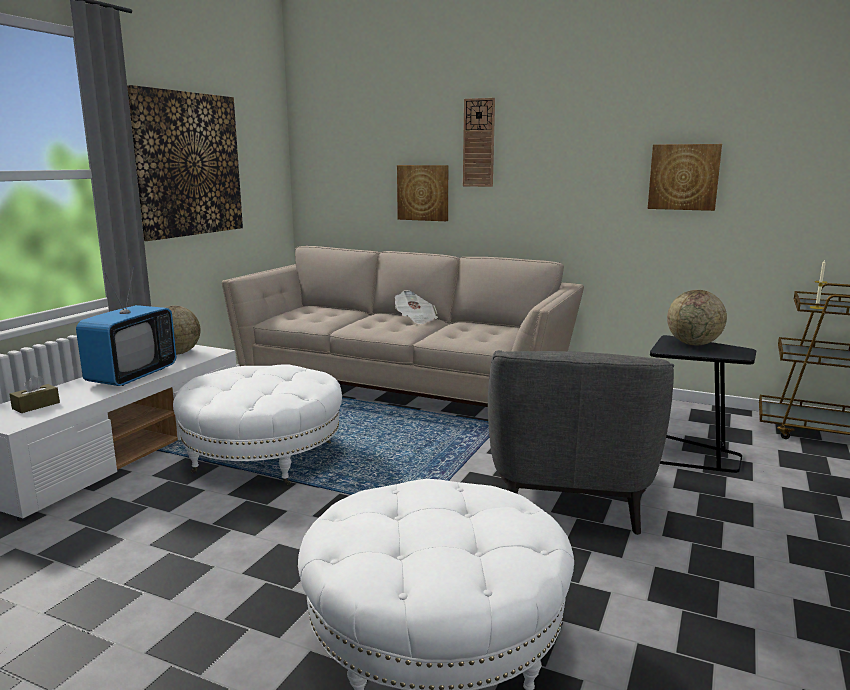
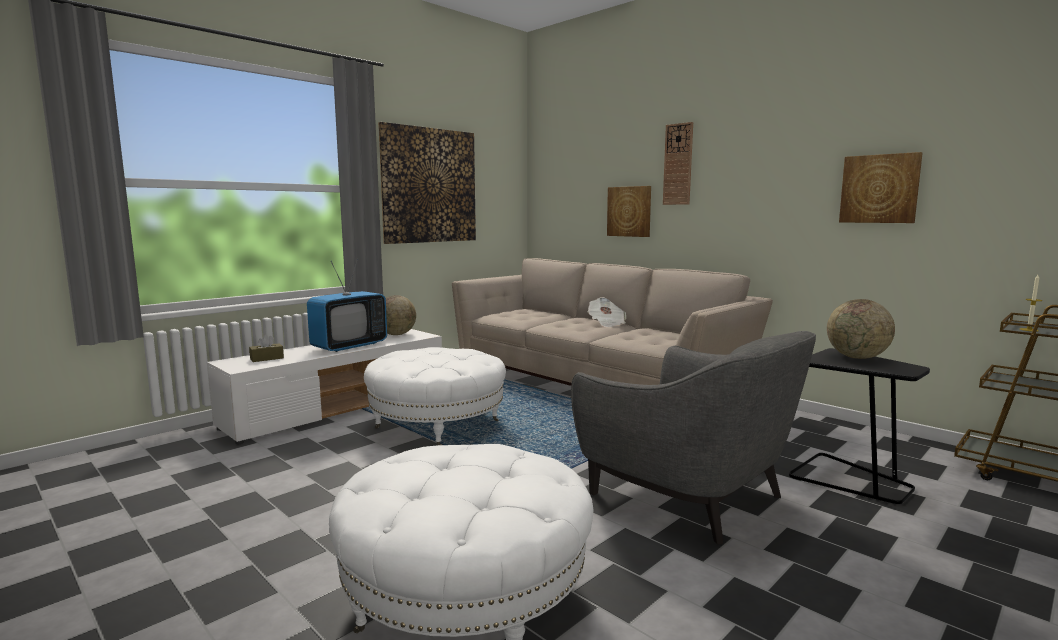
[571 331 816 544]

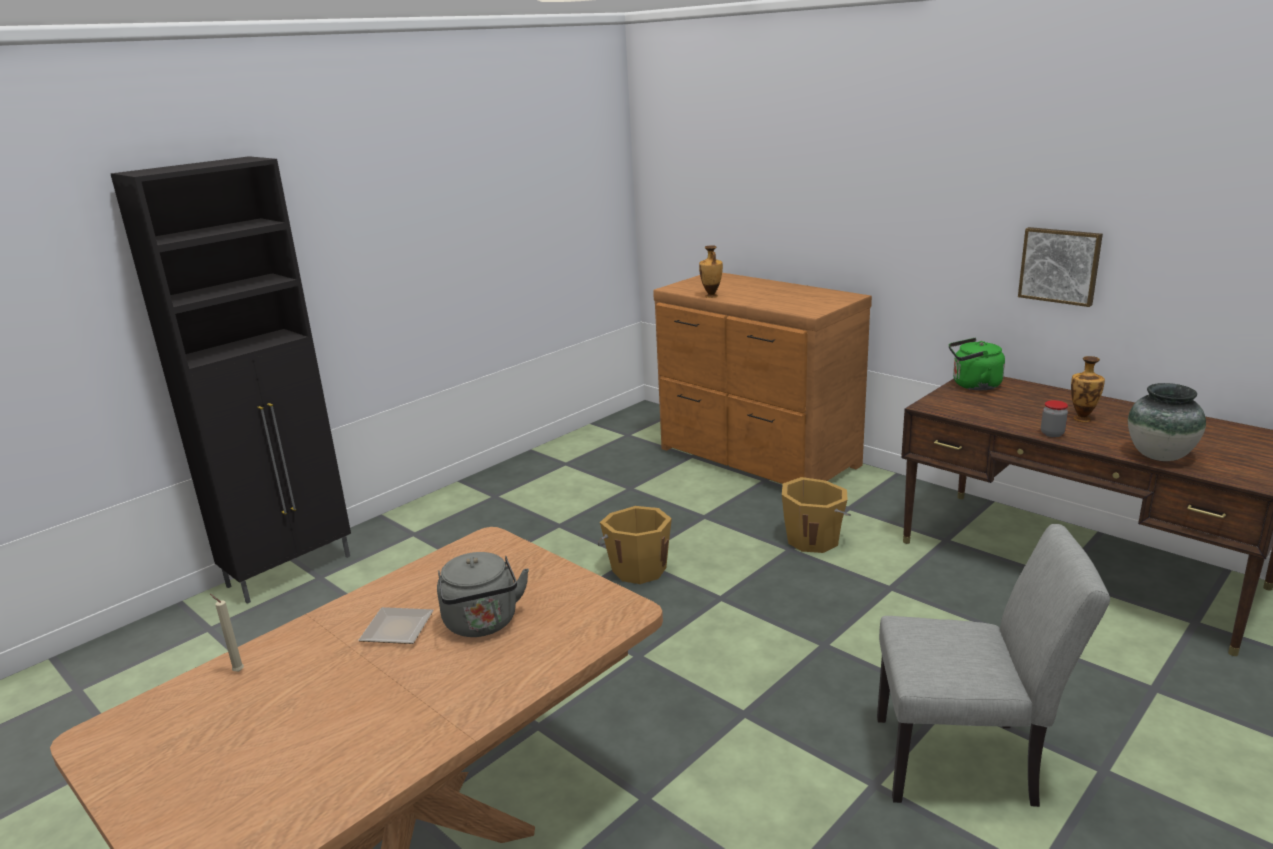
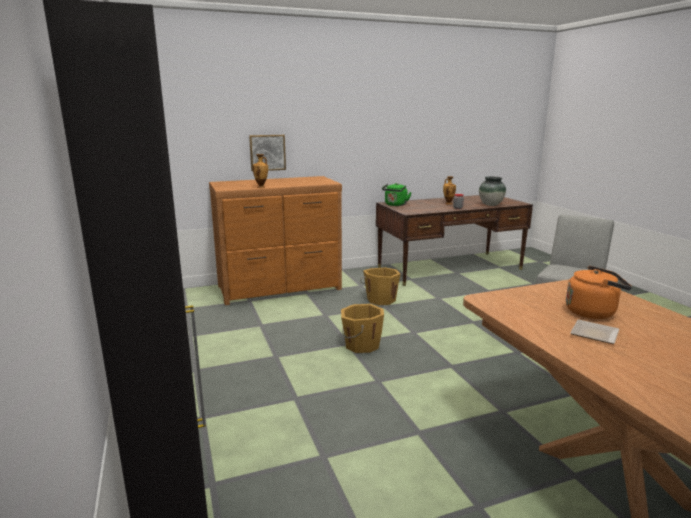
[210 594 244 672] (first image)
[249 135 286 171]
[566 266 632 319]

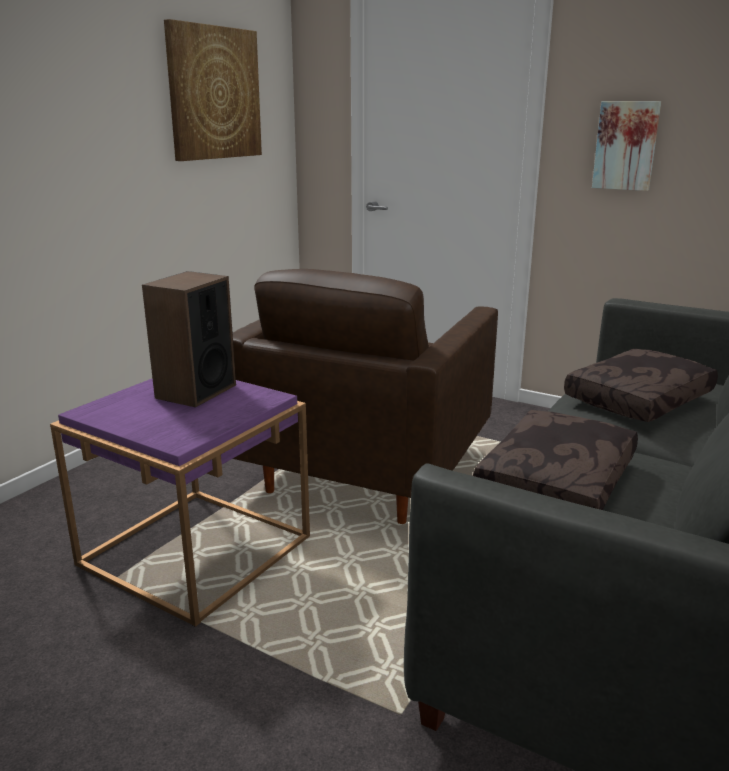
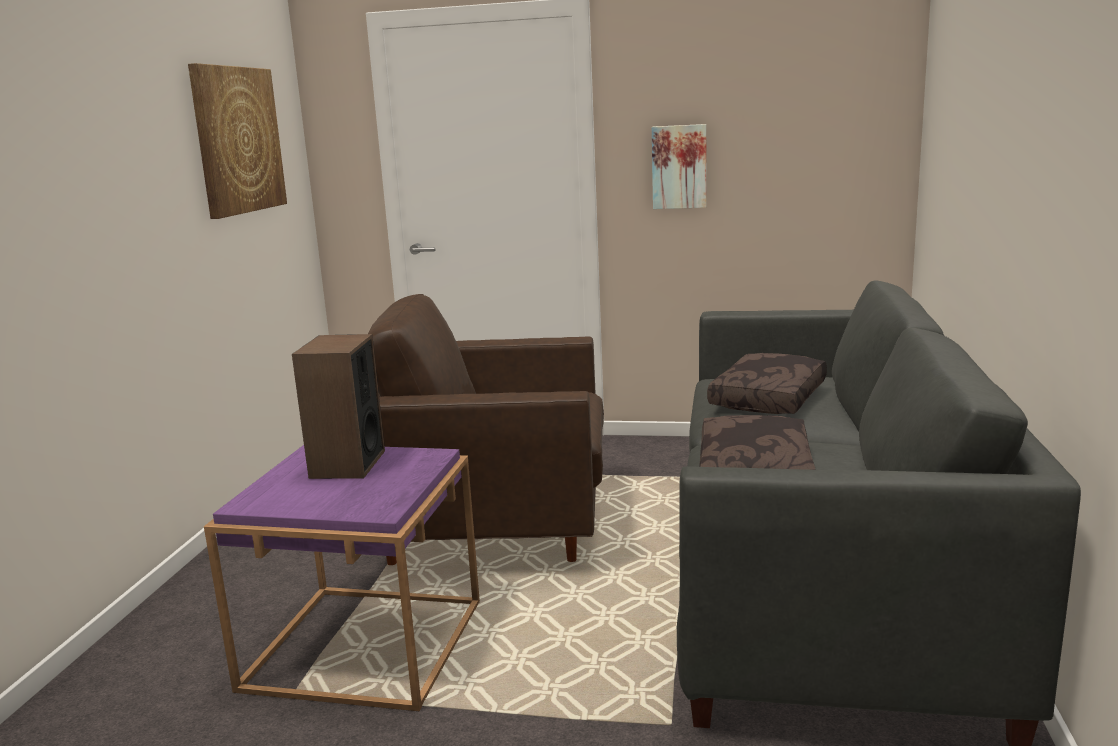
[368 294 604 565]

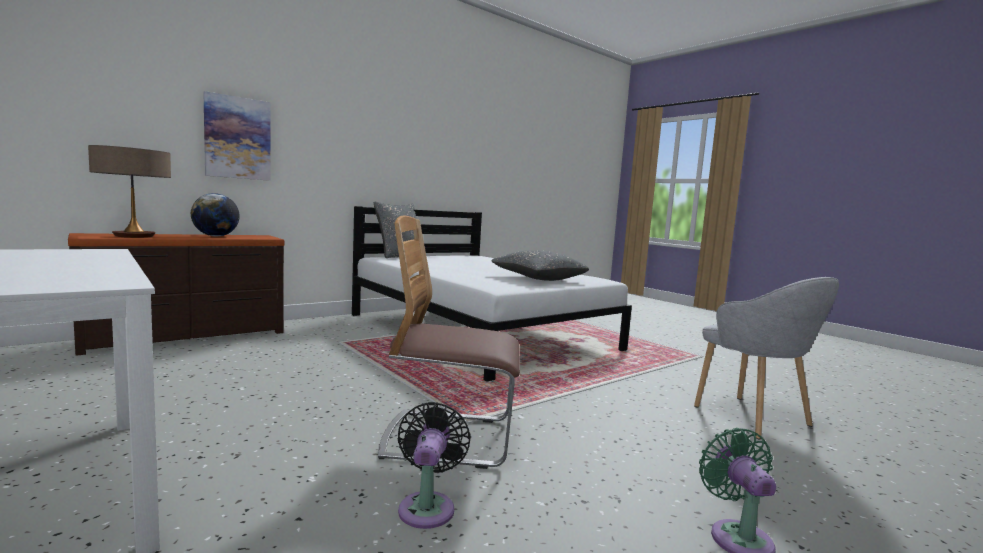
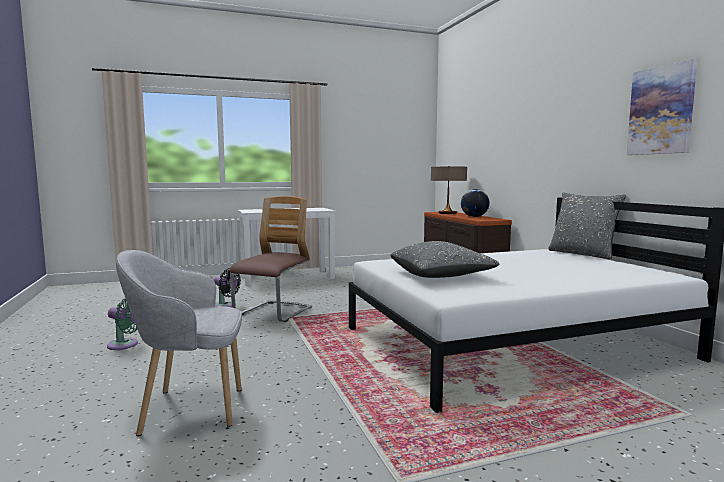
[627 59 698 155]

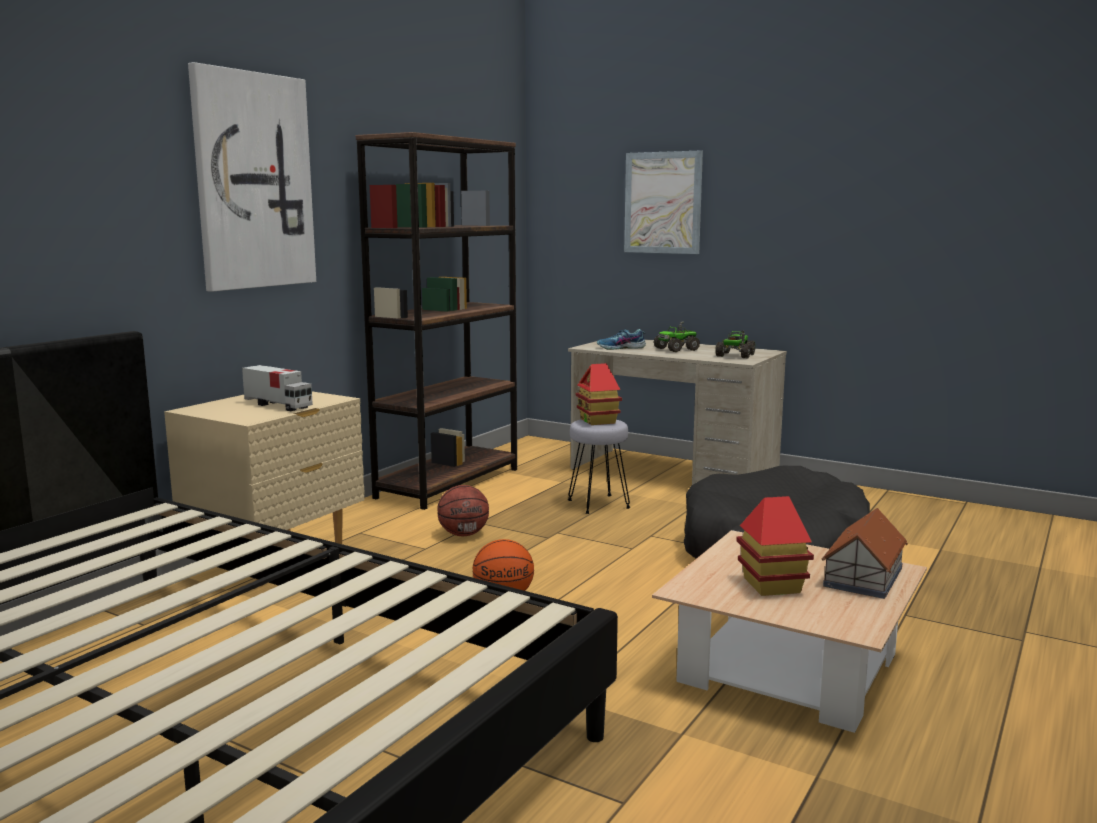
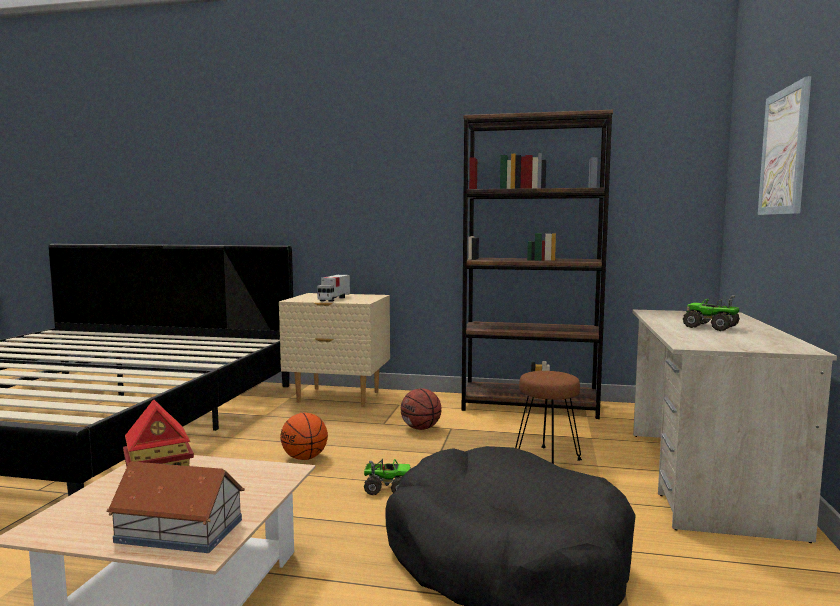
[188 62 316 292] (first image)
[575 363 622 425] (first image)
[597 329 646 350] (first image)
[364 459 411 495]
[515 371 582 464]

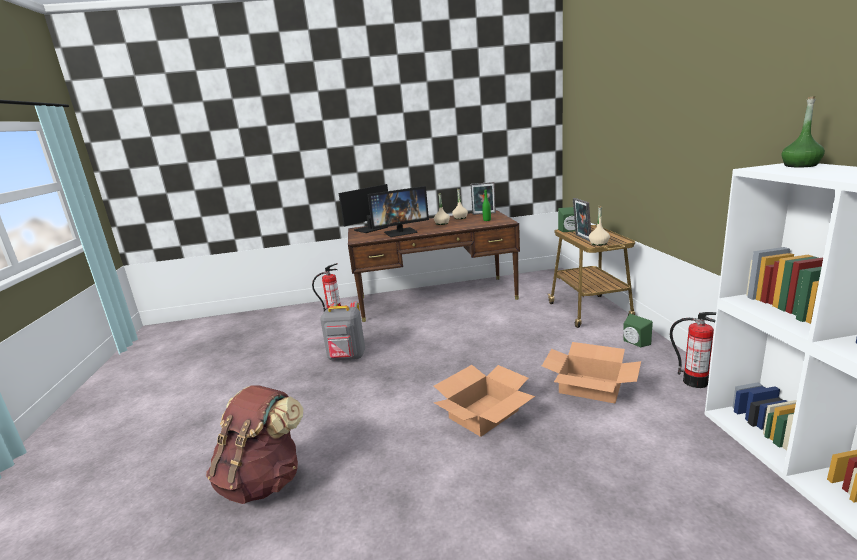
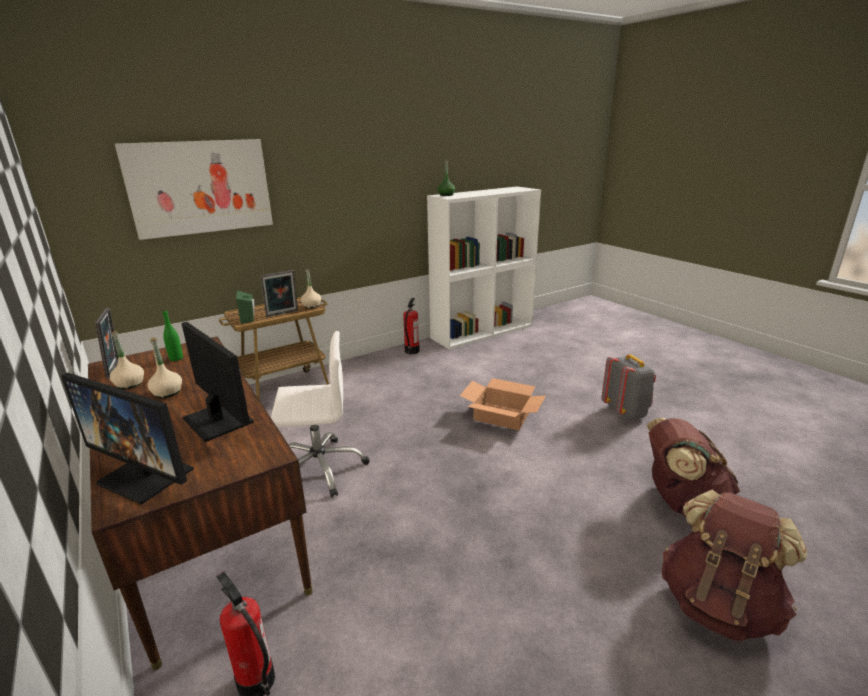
[542 342 641 403] (first image)
[623 314 653 347] (first image)
[115 139 273 240]
[271 331 370 497]
[662 490 807 641]
[601 354 656 420]

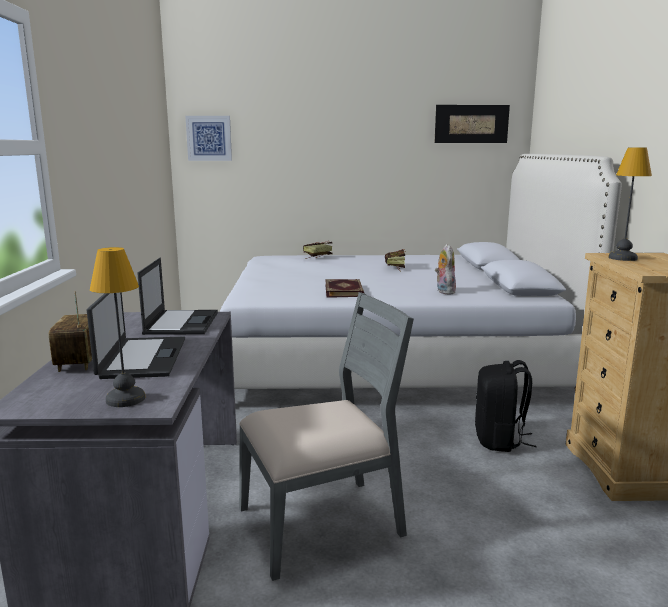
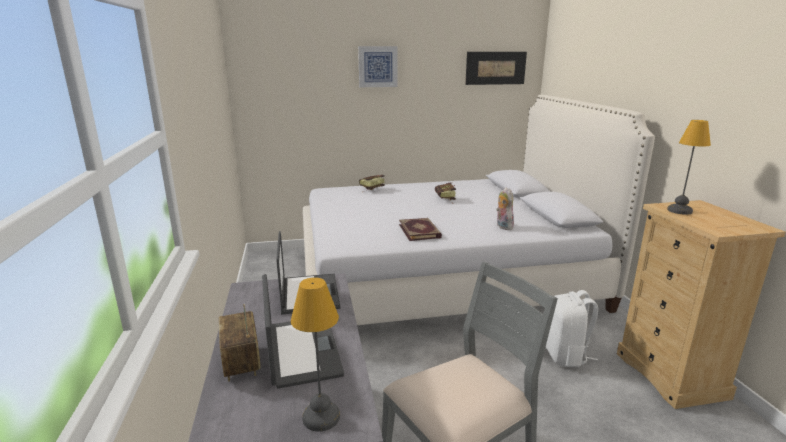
[358 46 398 87]
[546 290 598 367]

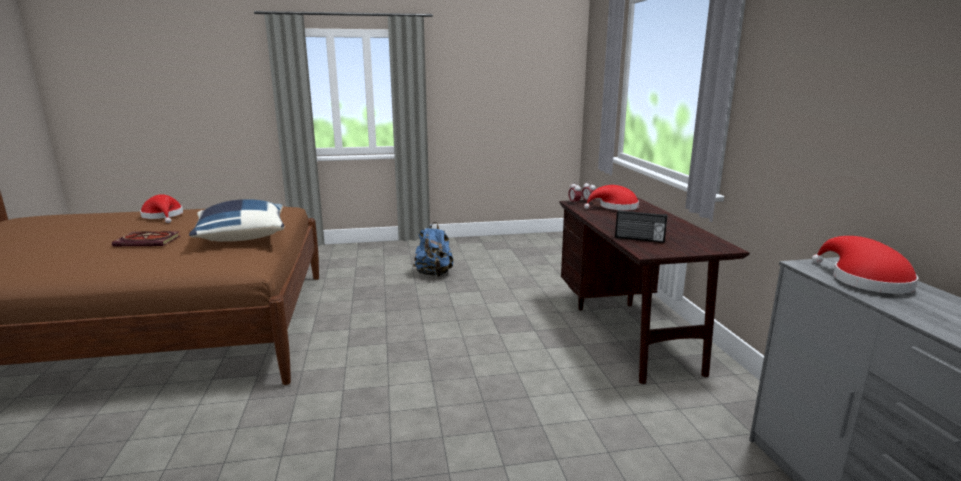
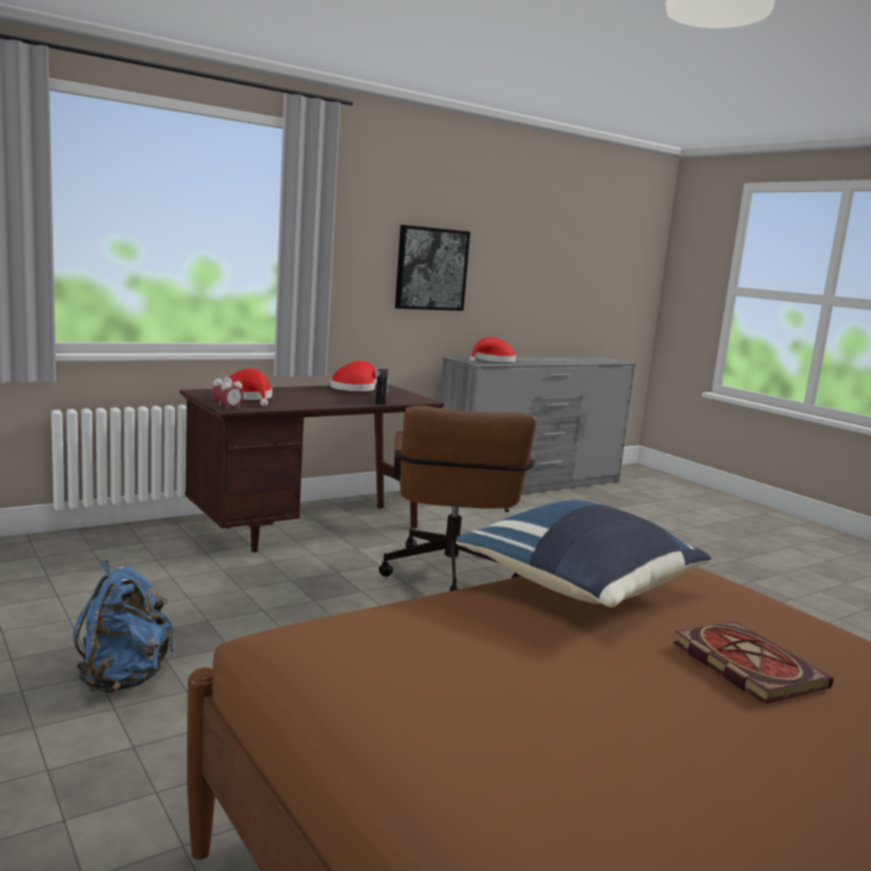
[379 405 536 591]
[395 225 470 311]
[330 361 377 391]

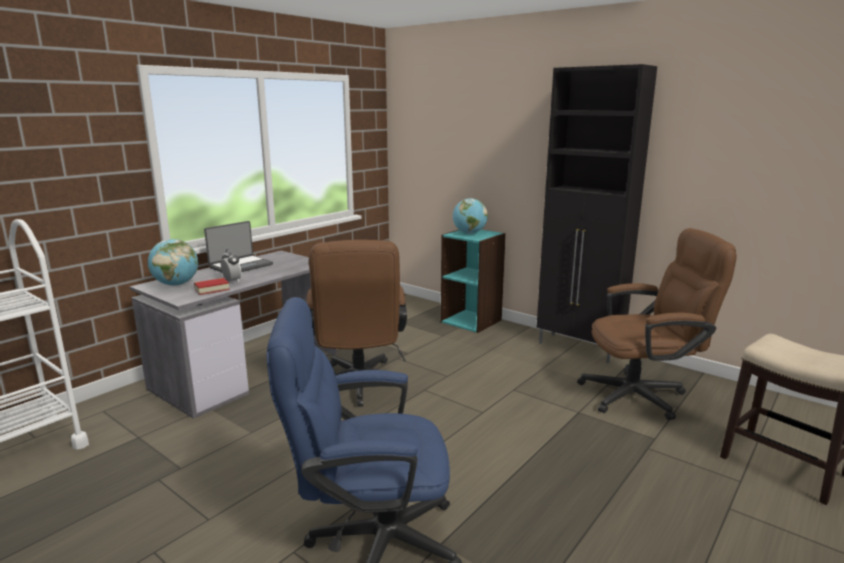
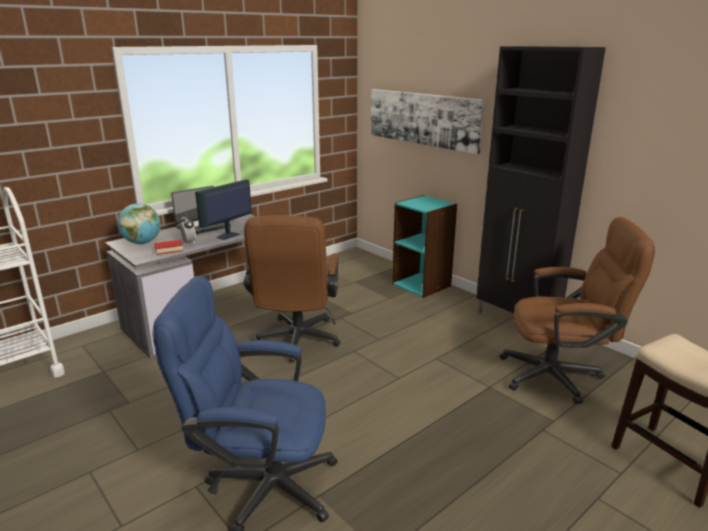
[453 198 488 234] (first image)
[195 179 252 240]
[371 89 484 154]

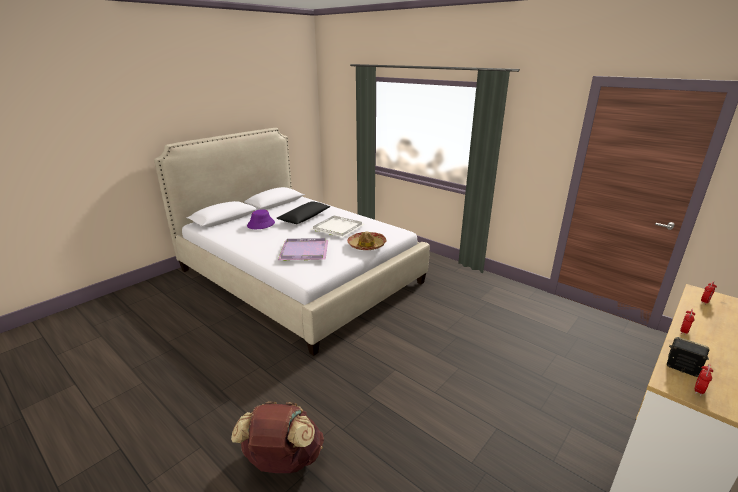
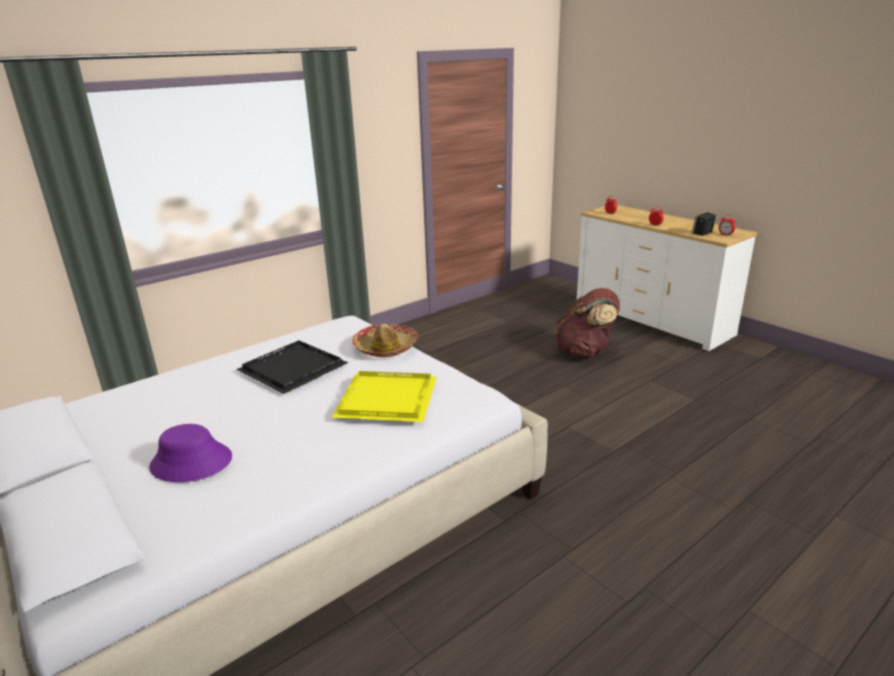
[276 201 331 224] (first image)
[555 288 620 358]
[332 371 437 422]
[236 340 348 394]

